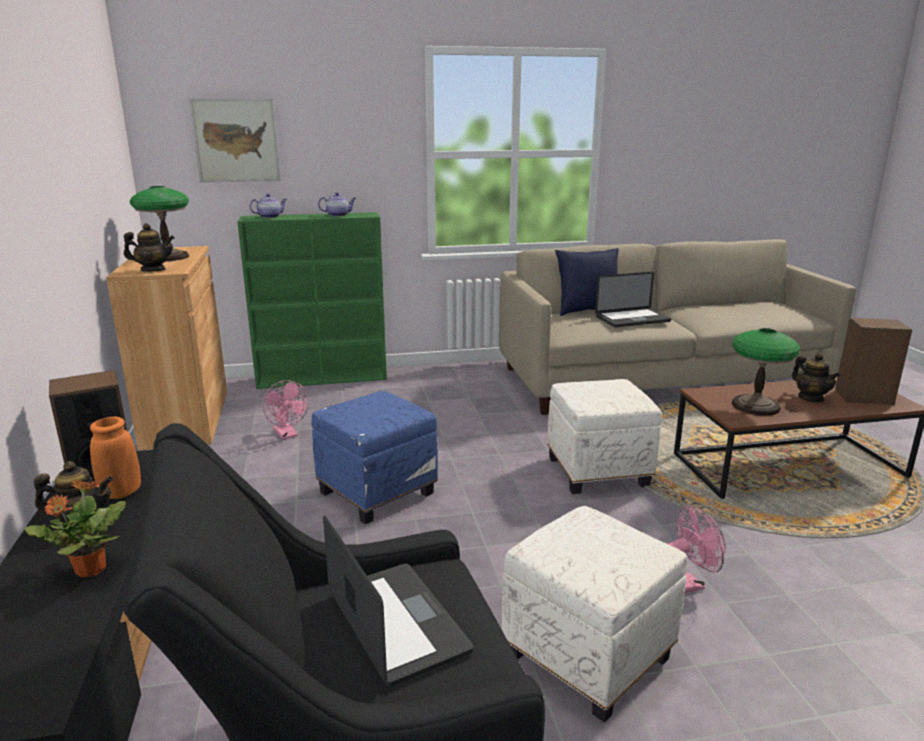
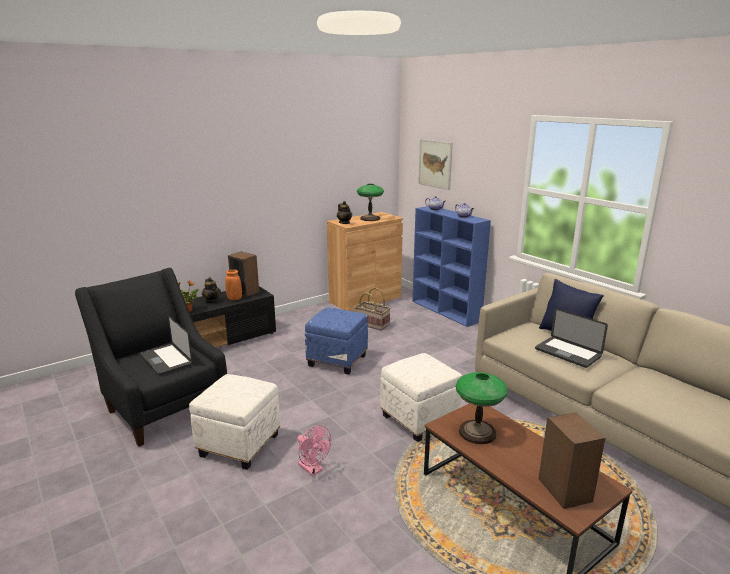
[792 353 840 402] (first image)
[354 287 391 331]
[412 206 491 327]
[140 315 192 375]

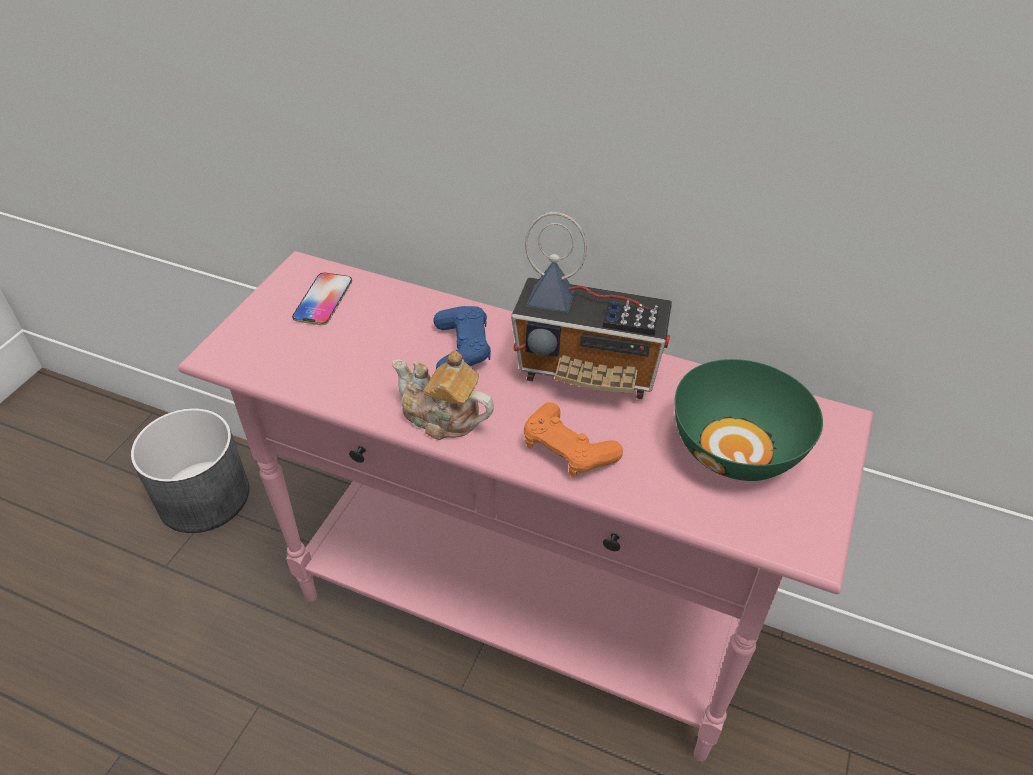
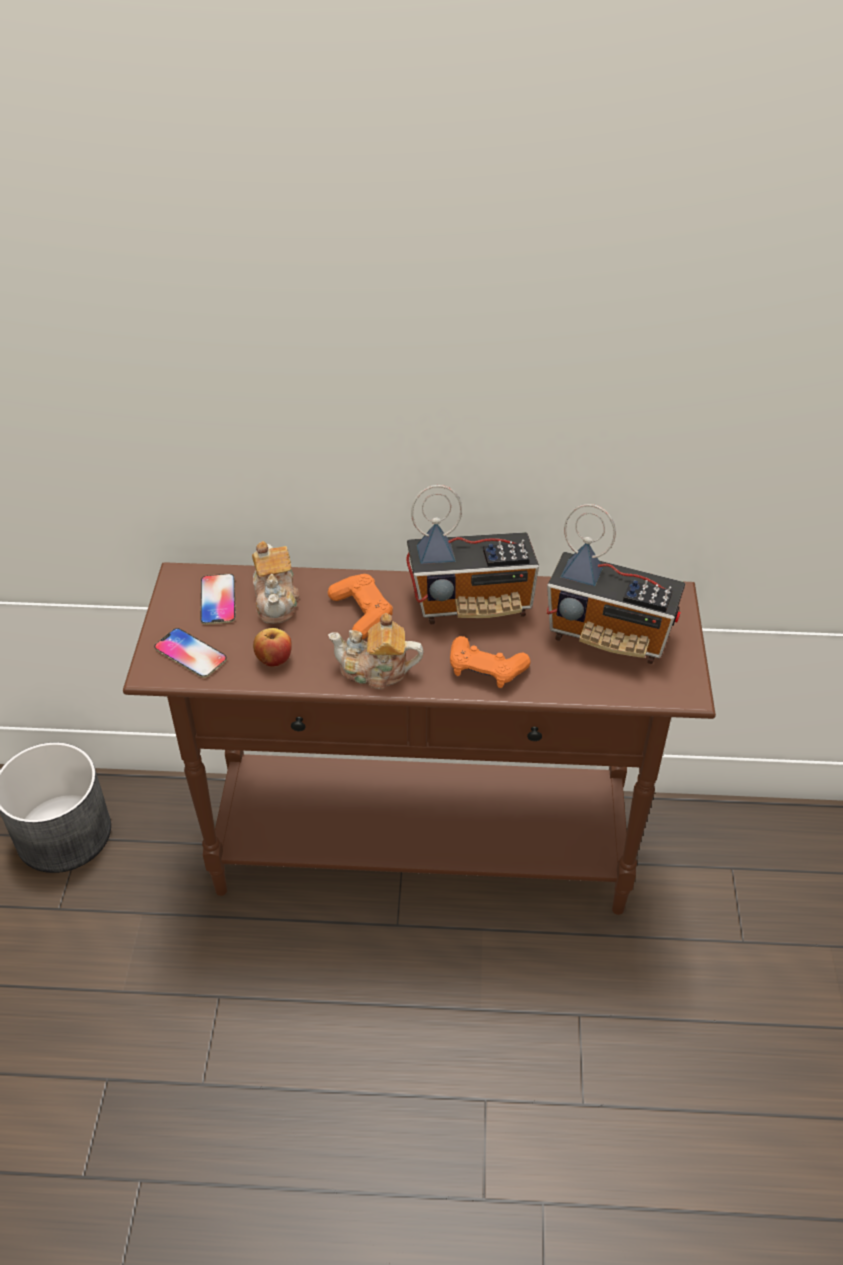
[154 628 227 678]
[252 541 299 624]
[253 628 292 667]
[546 504 685 664]
[123 562 716 915]
[328 574 393 639]

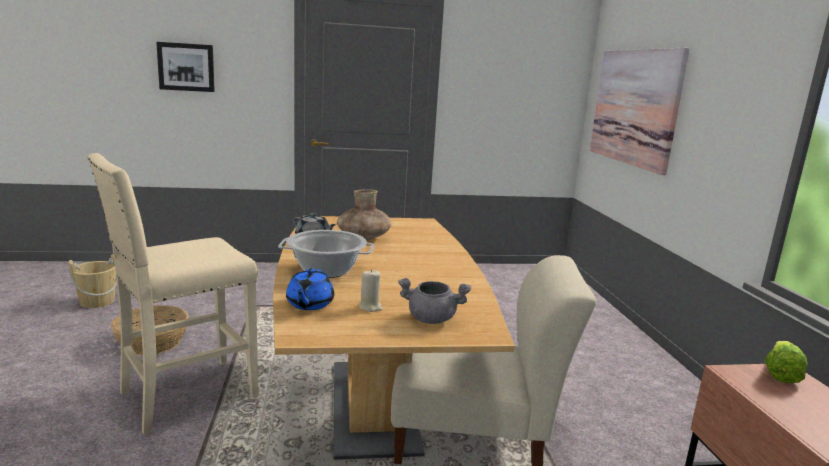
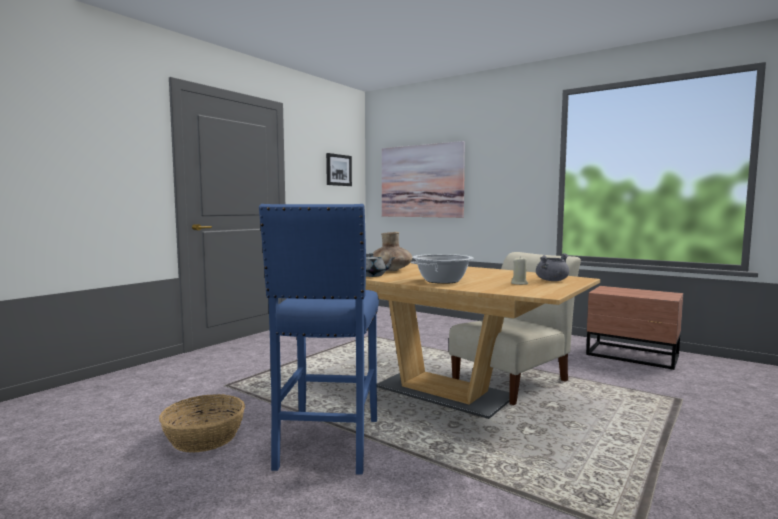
[68 255 117 308] (first image)
[286 268 334 310] (first image)
[765 341 808 383] (first image)
[326 153 352 186]
[259 204 379 475]

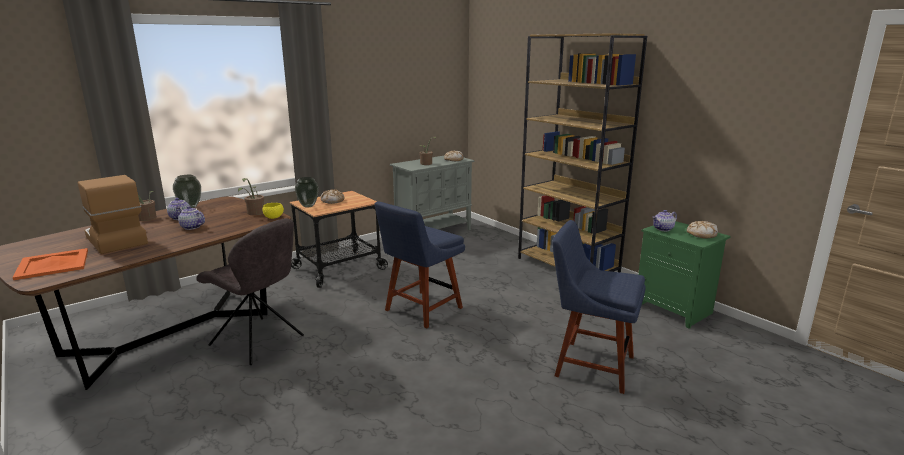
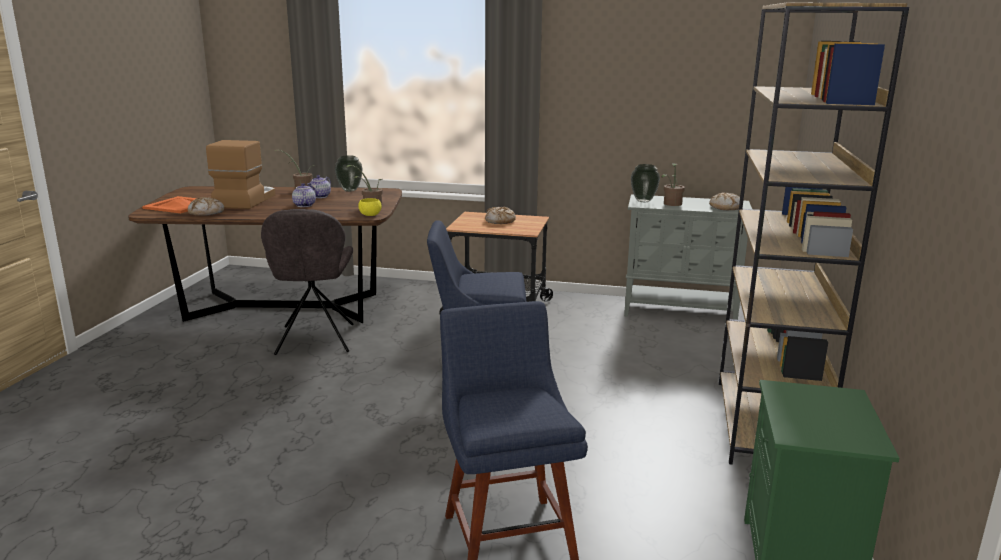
[652 210 677 231] (first image)
[631 164 660 202]
[188 197 224 216]

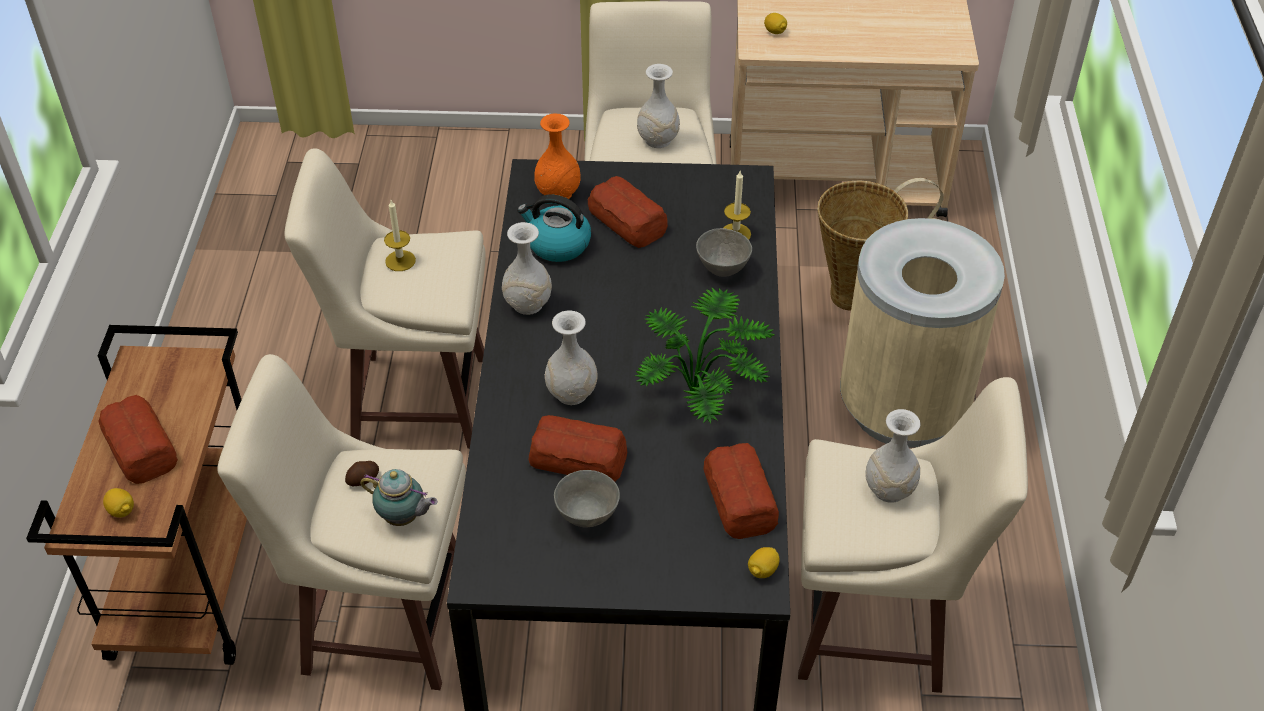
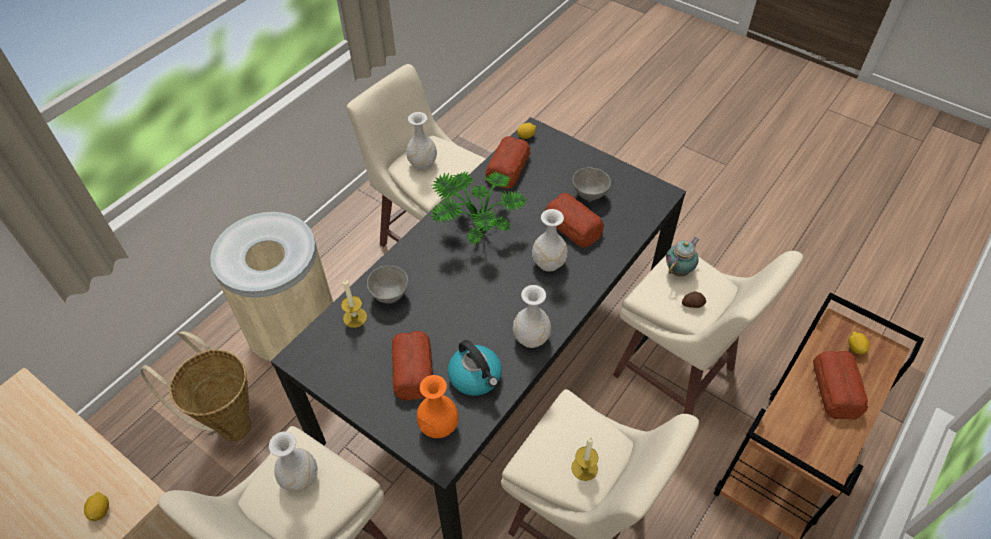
[666 237 699 277]

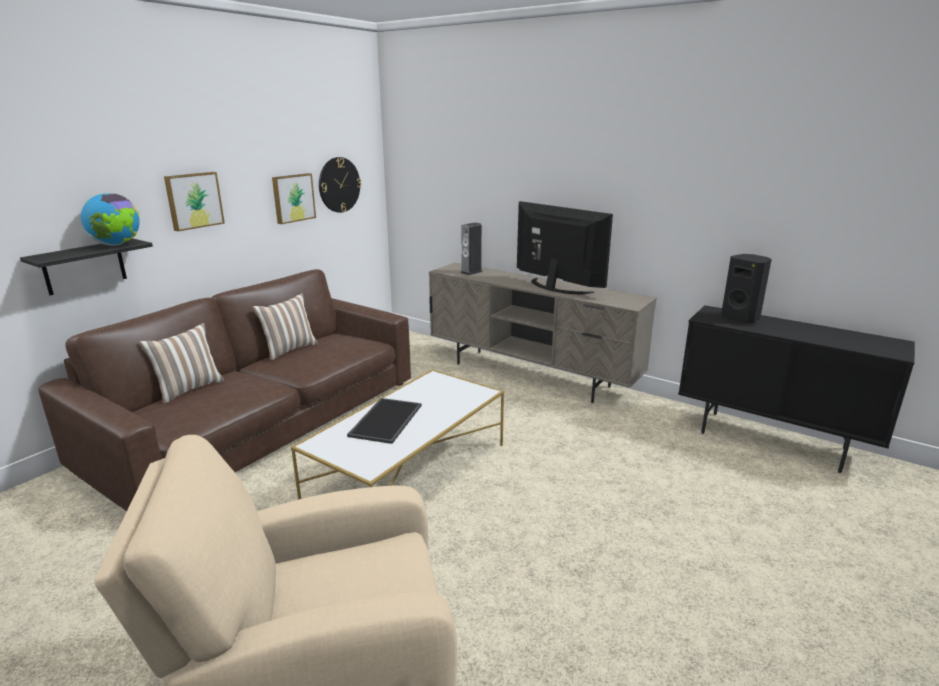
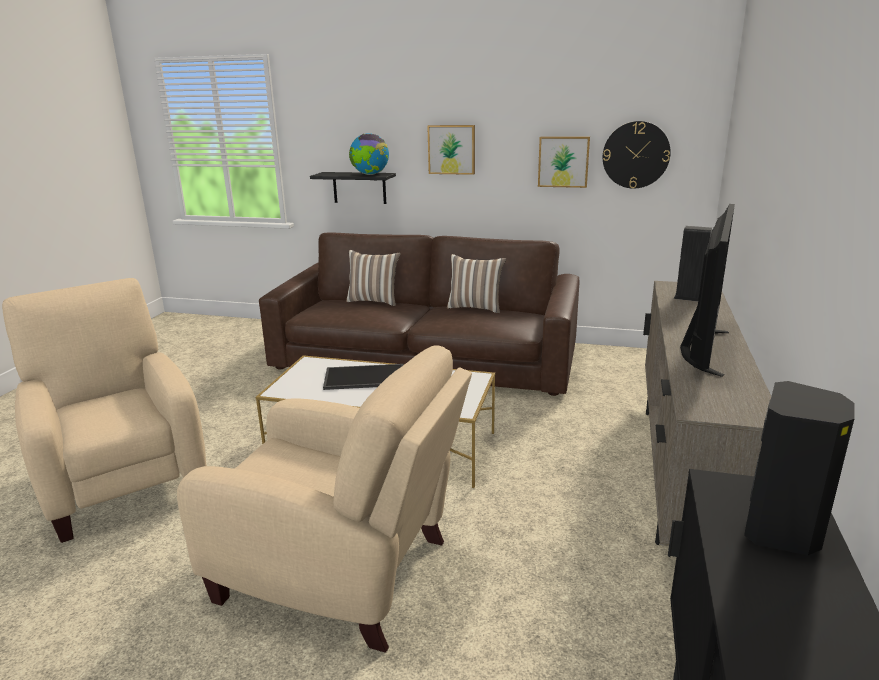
[177 345 472 653]

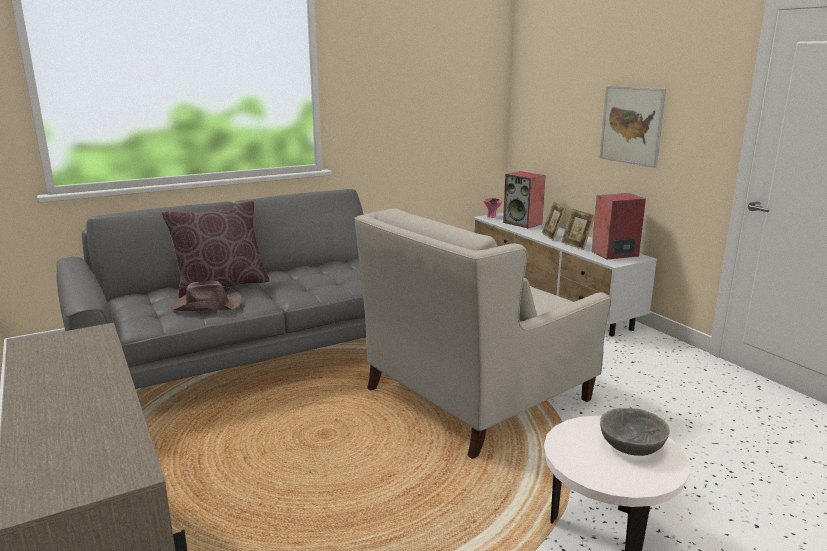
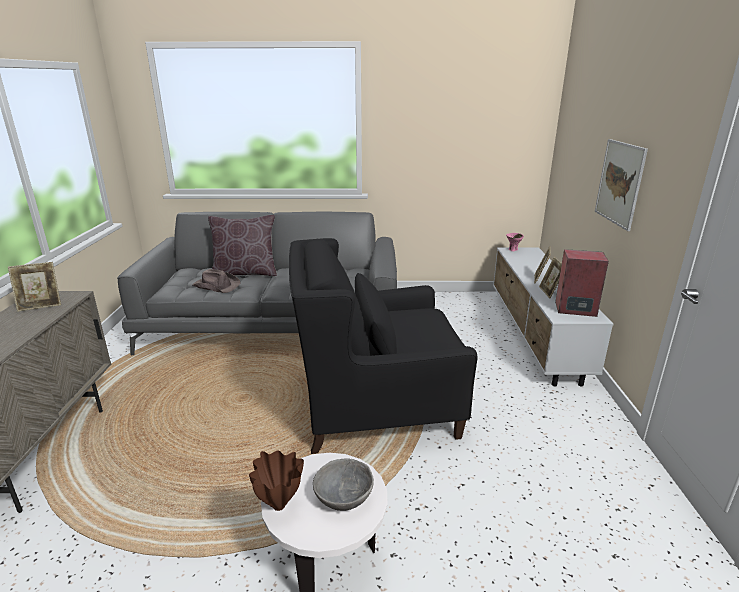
[503 171 546 228] (first image)
[8 262 61 312]
[249 450 304 511]
[289 238 477 454]

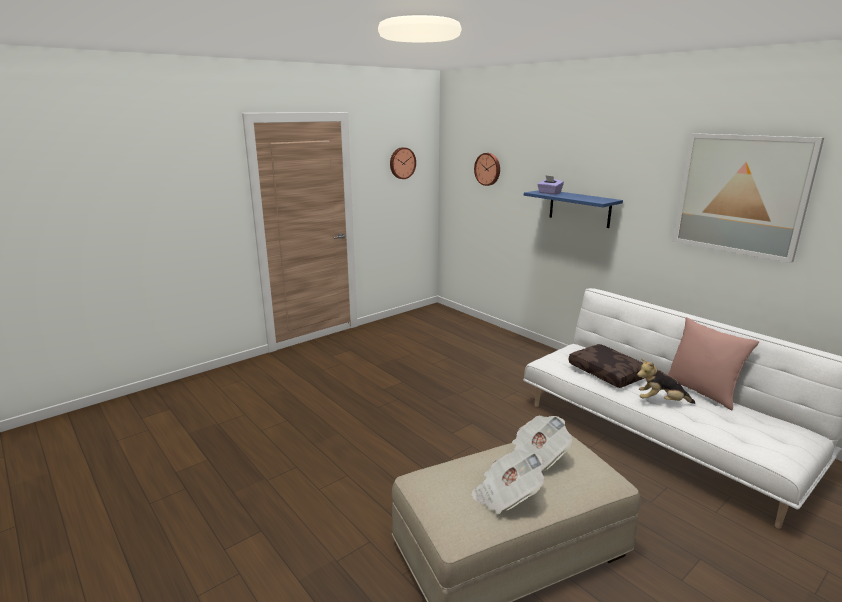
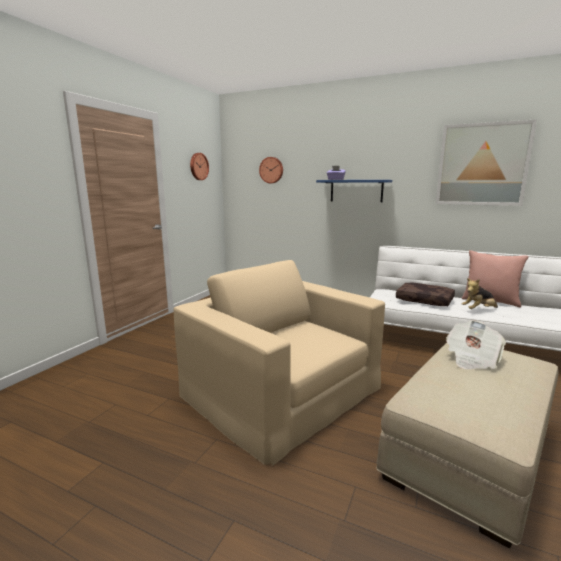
[471 449 544 514] (first image)
[173 260 385 466]

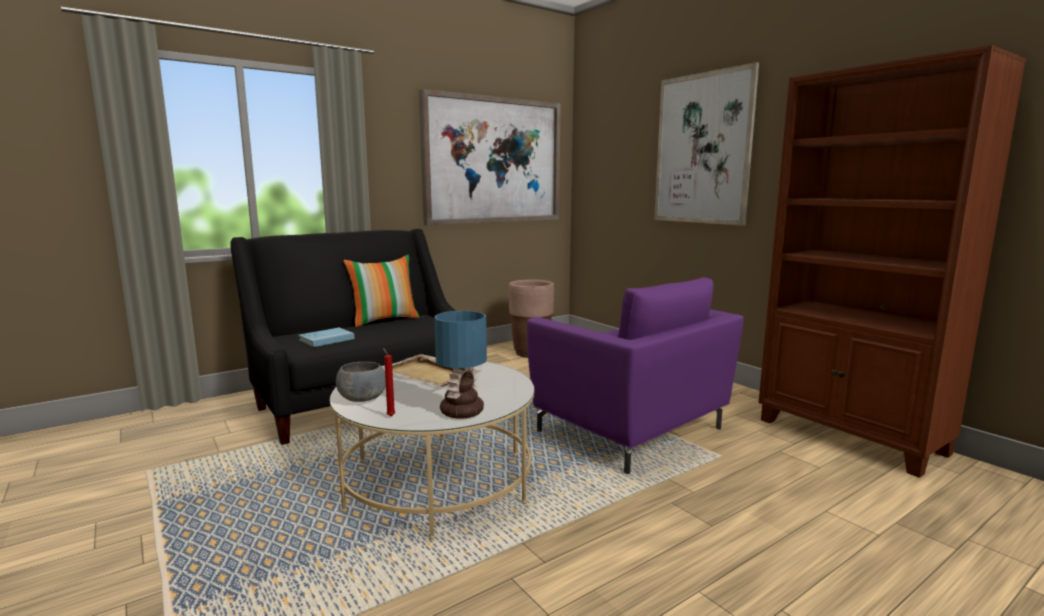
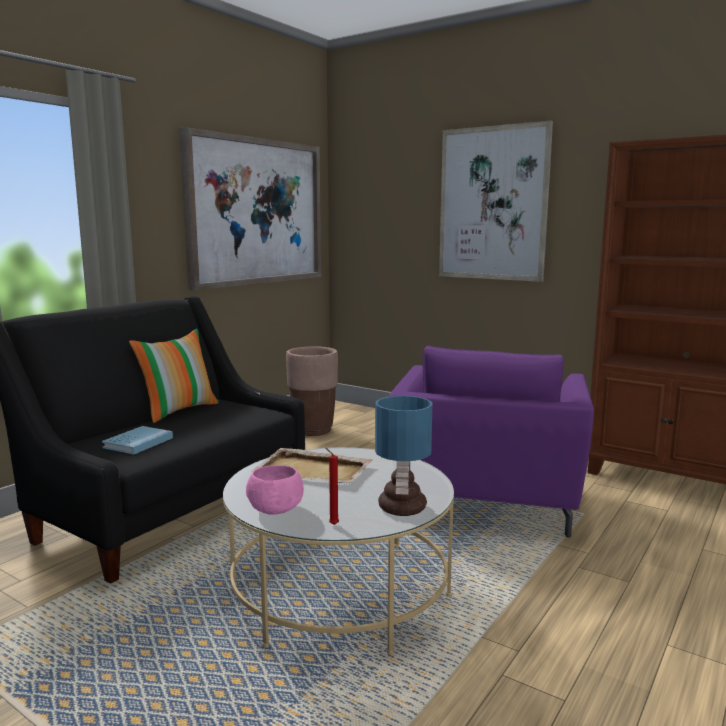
[246 465 304 515]
[388 346 594 537]

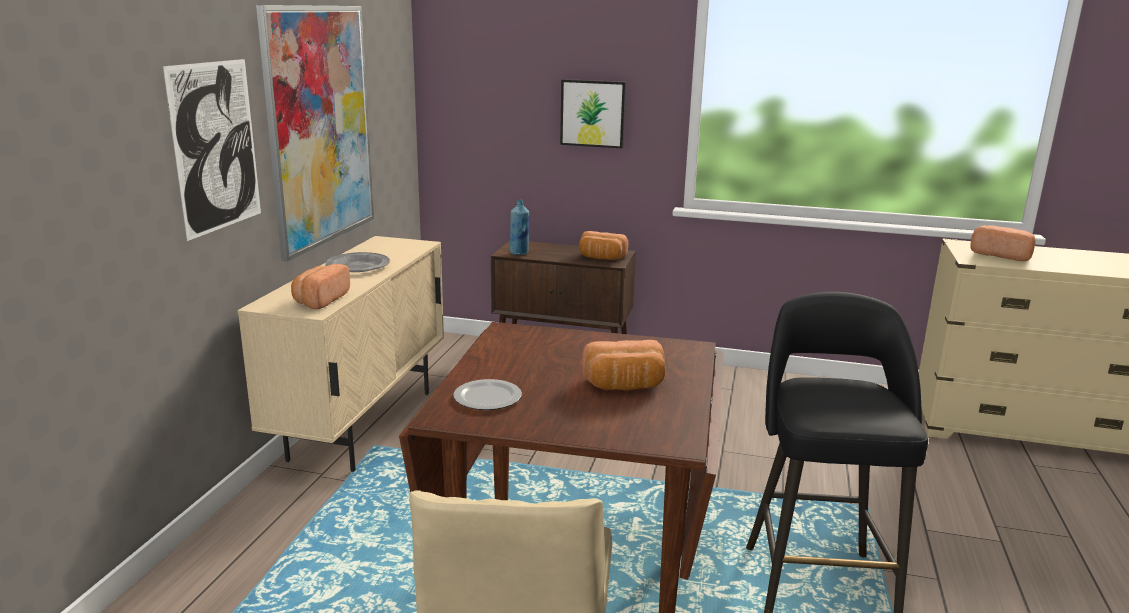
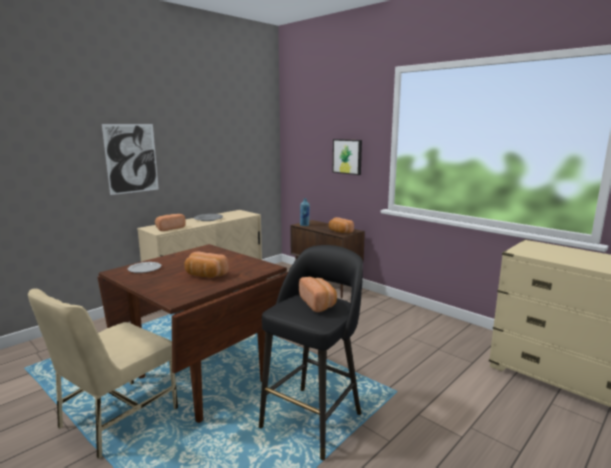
[256 5 374 262] (first image)
[299 277 337 312]

